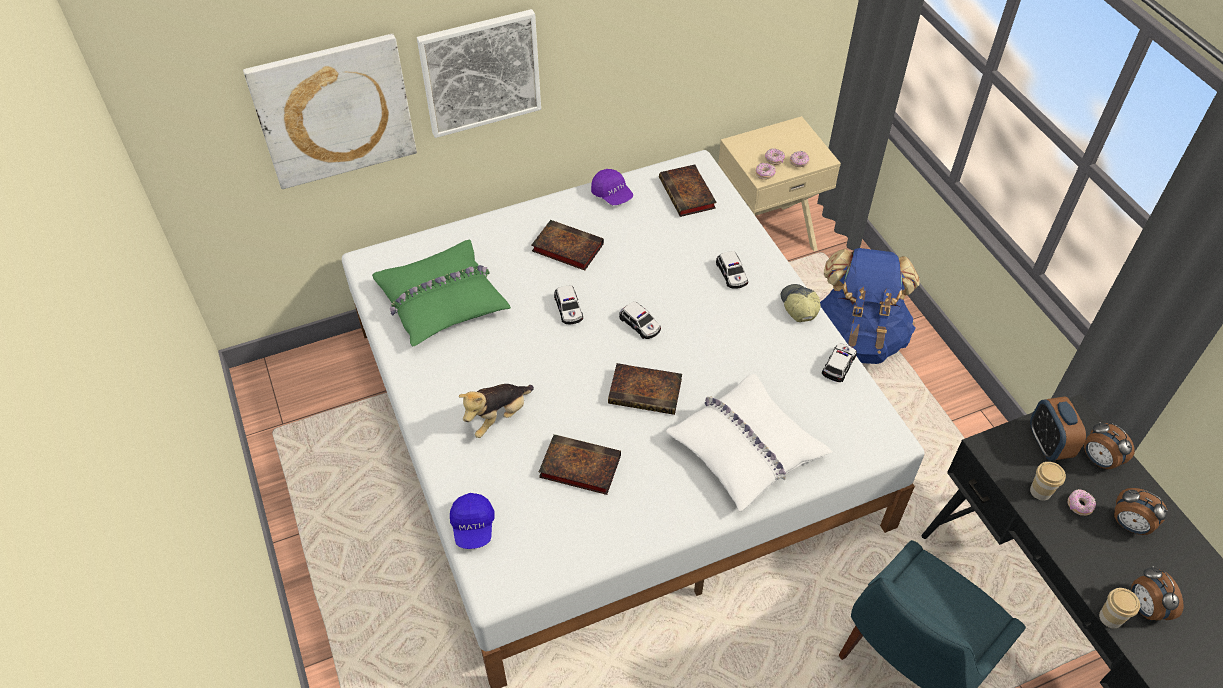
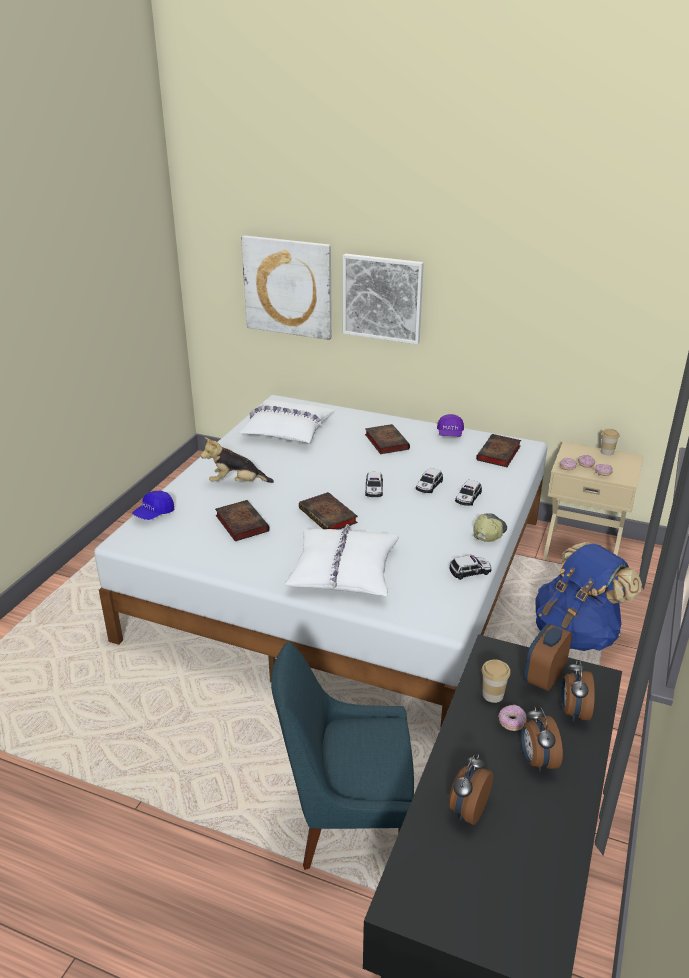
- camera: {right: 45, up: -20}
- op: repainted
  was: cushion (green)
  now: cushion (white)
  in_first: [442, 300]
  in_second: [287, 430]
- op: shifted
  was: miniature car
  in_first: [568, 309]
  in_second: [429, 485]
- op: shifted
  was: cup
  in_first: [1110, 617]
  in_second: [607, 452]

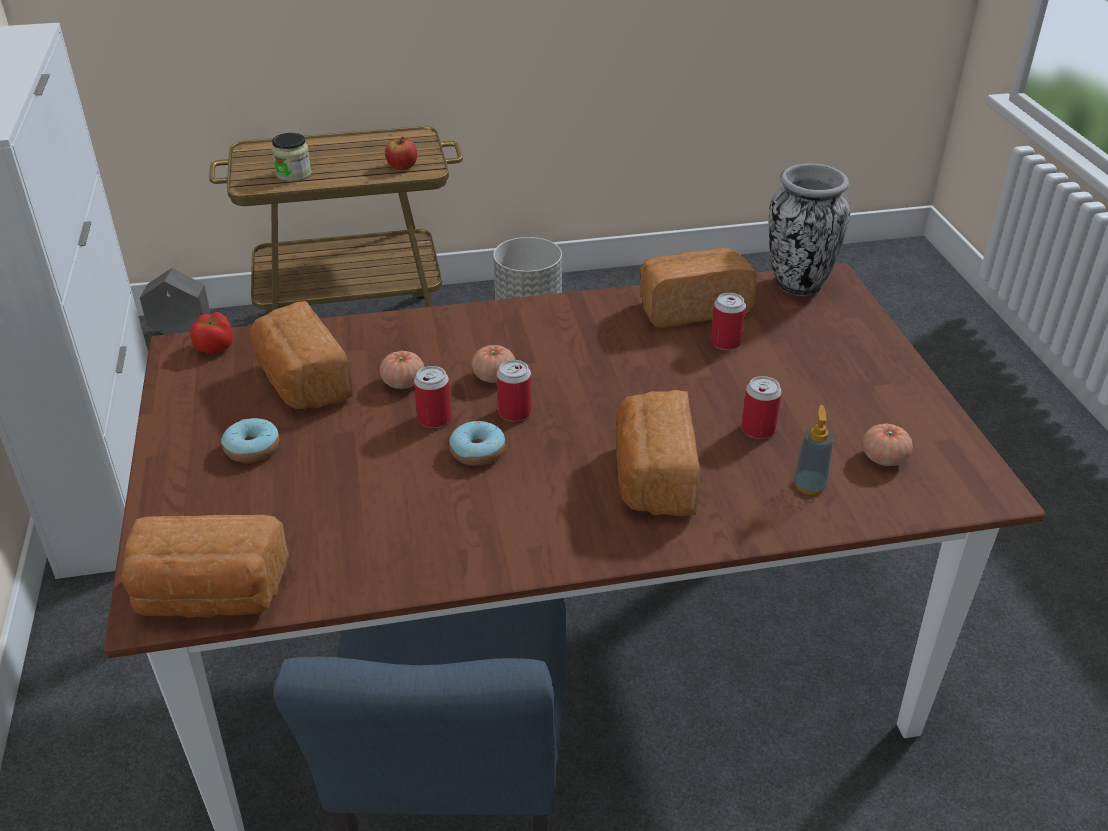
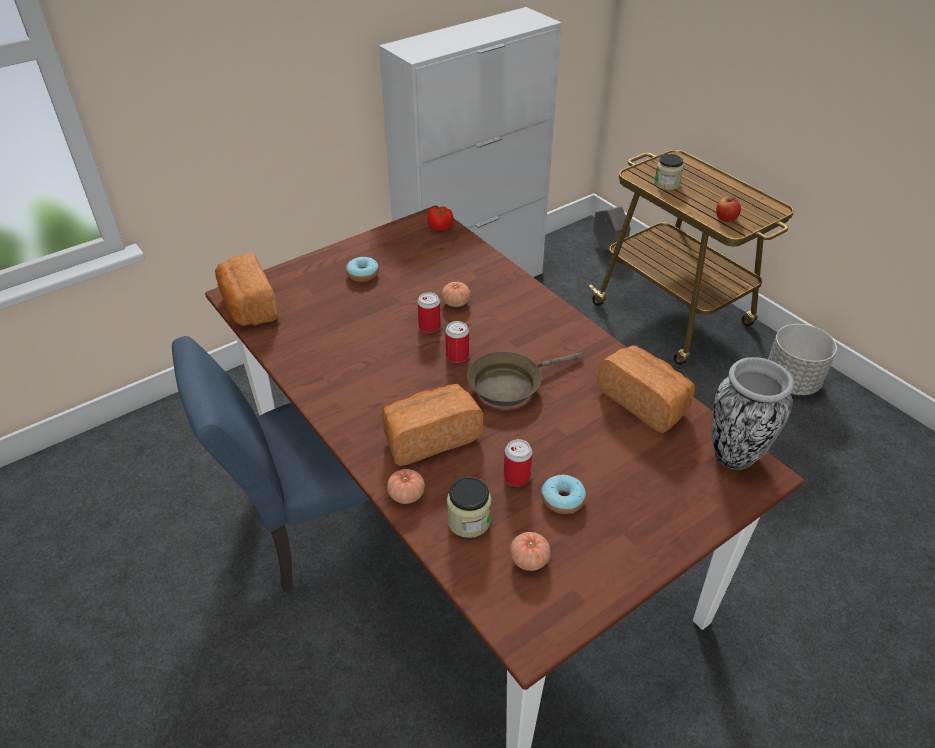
- camera: {right: 65, up: 5}
- op: gone
  was: bread
  in_first: [302, 382]
- op: shifted
  was: doughnut
  in_first: [477, 452]
  in_second: [562, 499]
- op: shifted
  was: tomato
  in_first: [494, 376]
  in_second: [406, 494]
- op: gone
  was: metal can
  in_first: [725, 342]
- op: swapped
  was: soap dispenser
  now: jar
  in_first: [809, 485]
  in_second: [469, 521]
- op: new
  now: pan (brown-coloured)
  in_second: [510, 384]

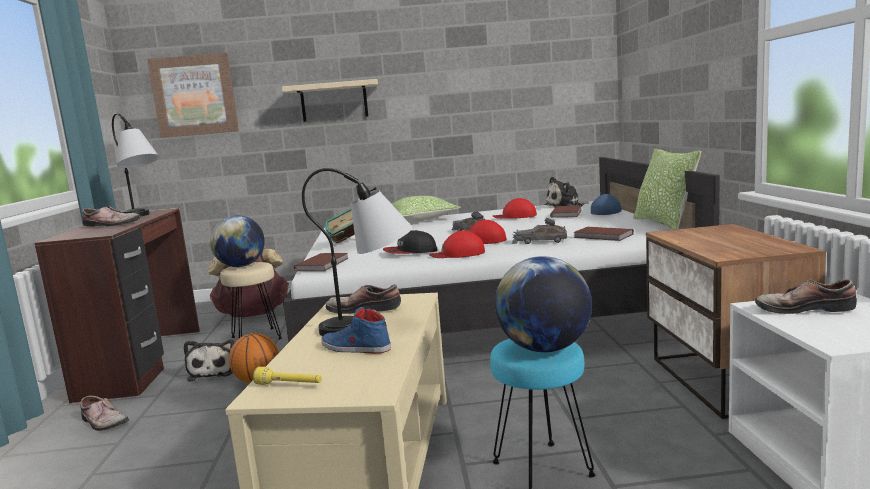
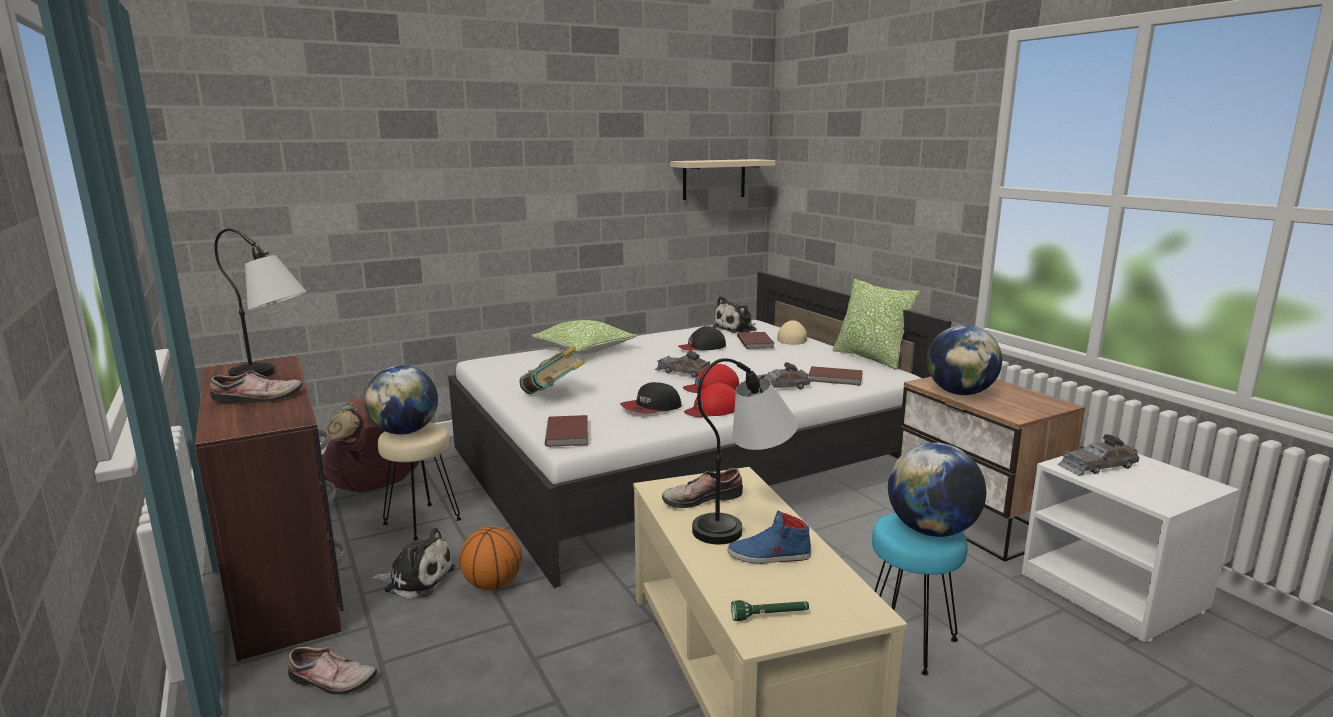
- camera: {right: -25, up: 5}
- op: gone
  was: picture
  in_first: [194, 95]
- op: rotated
  was: cuddly toy
  in_first: [215, 371]
  in_second: [416, 579]
  clockwise: -45
- op: repainted
  was: hand torch (yellowish)
  now: hand torch (green)
  in_first: [289, 385]
  in_second: [770, 616]
- op: shifted
  was: shelf (beige-coloured)
  in_first: [334, 101]
  in_second: [714, 179]
- op: repainted
  was: cap (red)
  now: cap (black-coloured)
  in_first: [515, 216]
  in_second: [702, 346]
- op: repainted
  was: cap (blue)
  now: cap (beige-coloured)
  in_first: [607, 211]
  in_second: [792, 338]
- op: swapped
  was: low shoe
  now: miniature car (greyish)
  in_first: [802, 308]
  in_second: [1097, 466]
- op: new
  now: desk globe
  in_second: [960, 393]

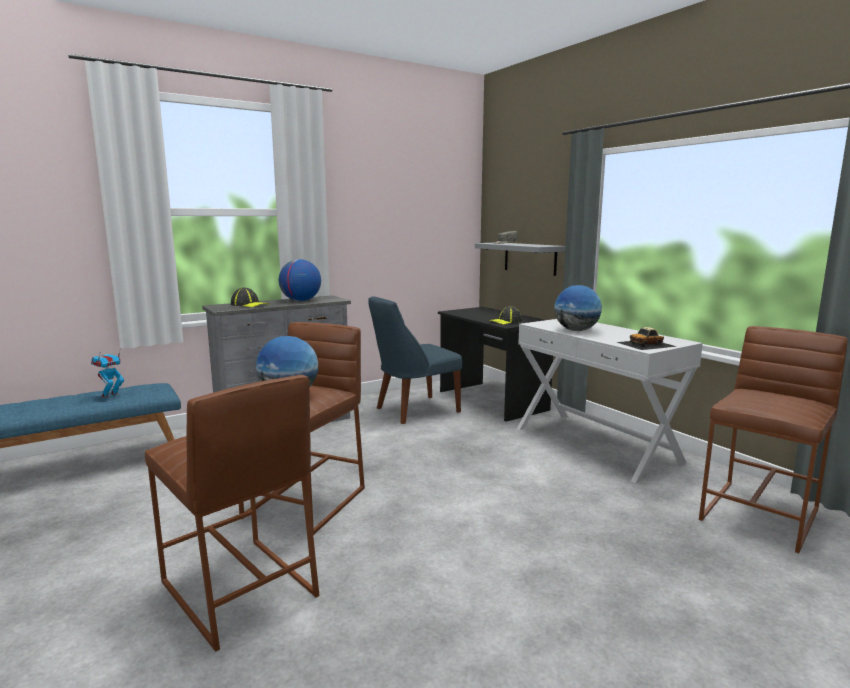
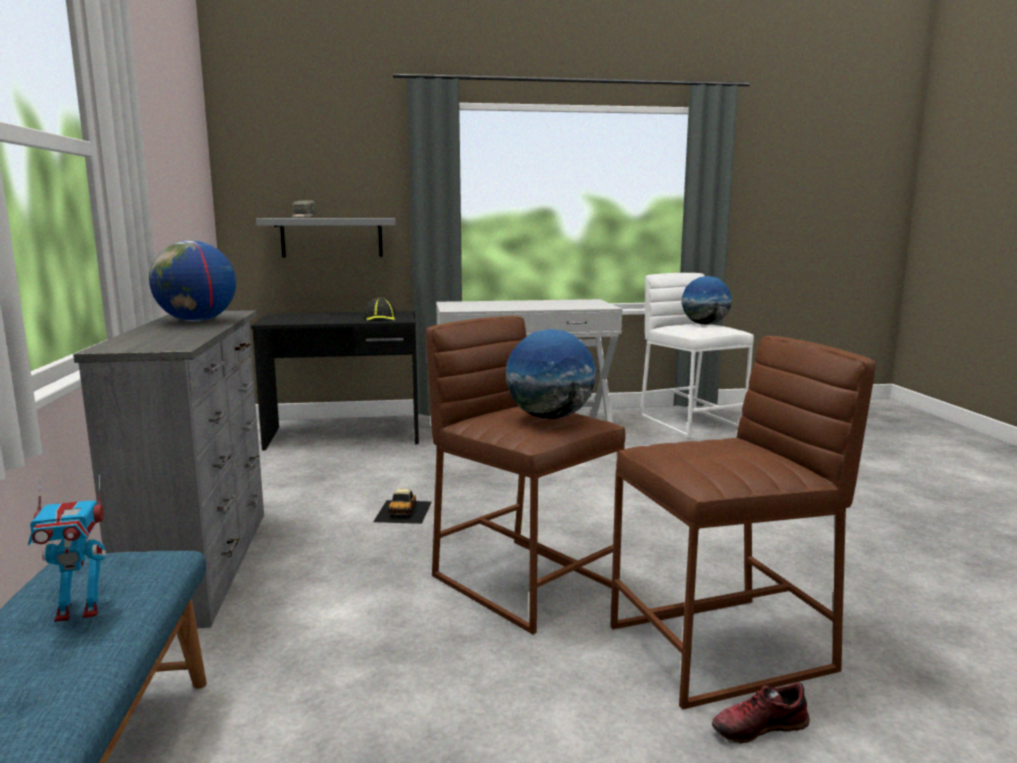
- camera: {right: -65, up: 0}
- op: rotated
  was: model robot
  in_first: [110, 395]
  in_second: [79, 611]
  clockwise: -75
- op: gone
  was: cap
  in_first: [249, 305]
- op: gone
  was: chair (blue)
  in_first: [414, 410]
- op: shifted
  was: desk globe
  in_first: [576, 330]
  in_second: [705, 324]
- op: shifted
  was: miniature car
  in_first: [646, 344]
  in_second: [403, 511]
- op: repainted
  was: stool seat (brown-coloured)
  now: stool seat (white)
  in_first: [761, 514]
  in_second: [691, 422]
- op: new
  now: low shoe
  in_second: [758, 727]

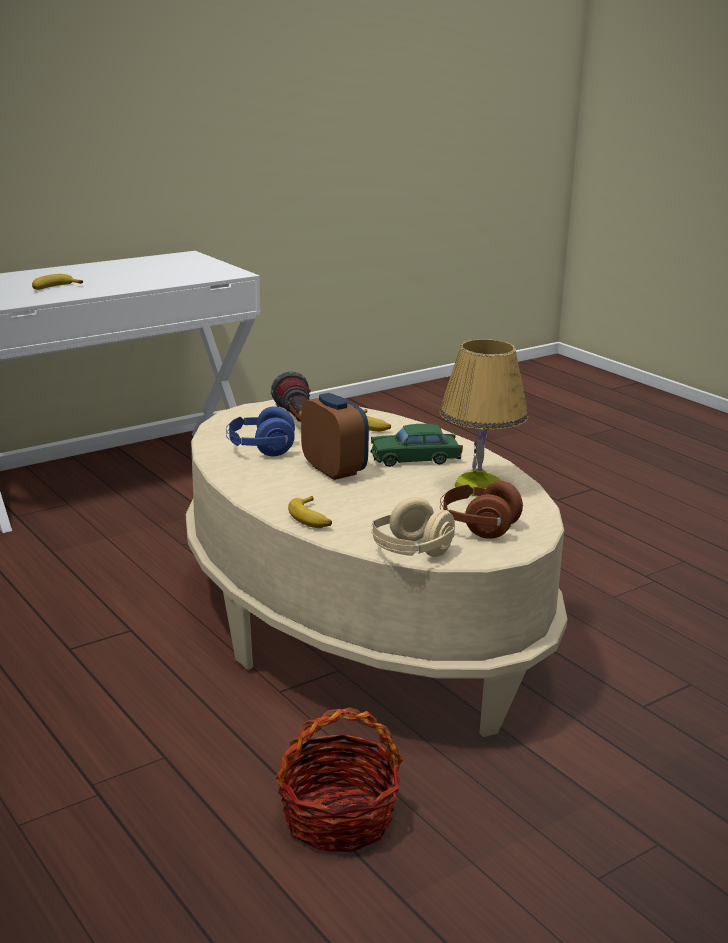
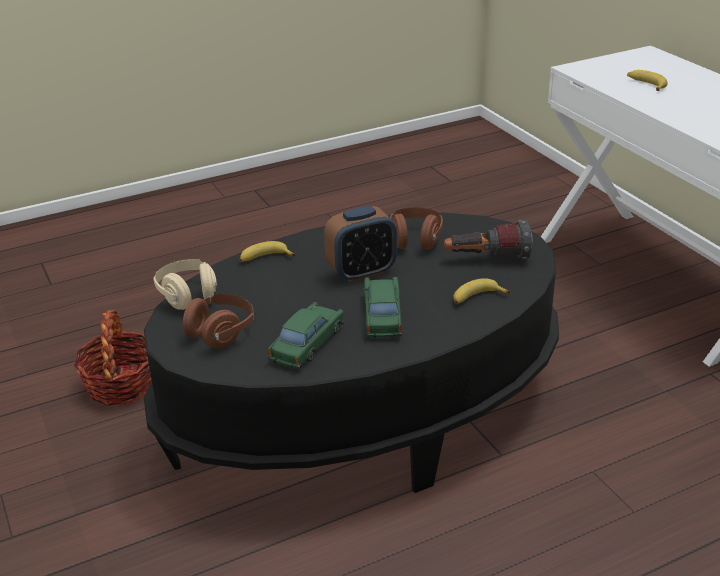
- camera: {right: 100, up: 10}
- op: repainted
  was: lounge table (beige-coloured)
  now: lounge table (black-coloured)
  in_first: [360, 626]
  in_second: [363, 413]
- op: repainted
  was: headphones (blue)
  now: headphones (brown-coloured)
  in_first: [260, 449]
  in_second: [415, 240]
- op: swapped
  was: tabletop lamp
  now: miniature car (green)
  in_first: [478, 486]
  in_second: [307, 344]

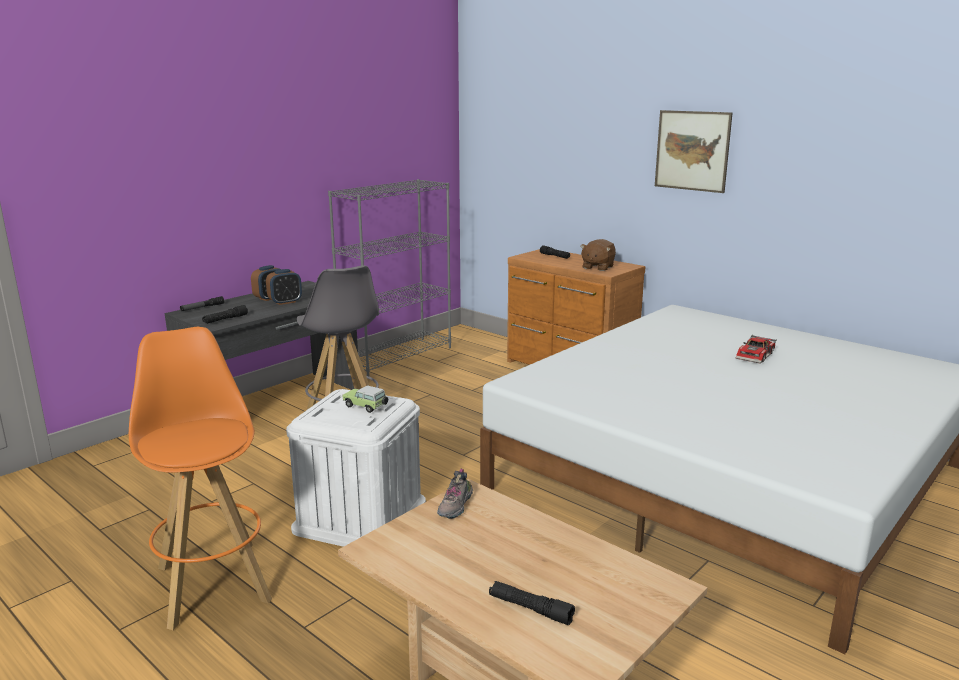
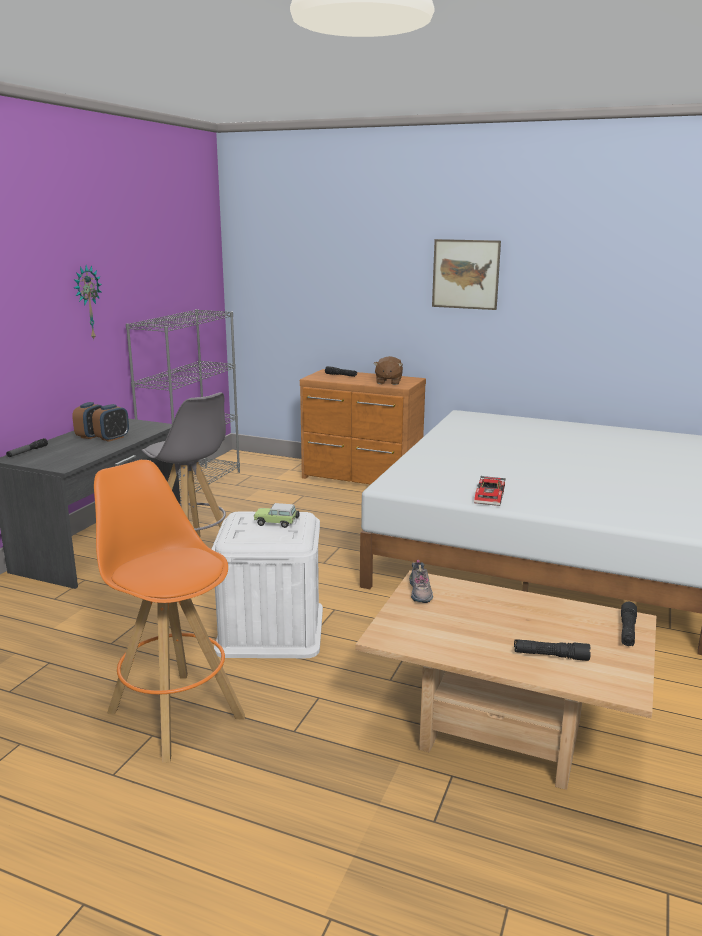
- camera: {right: -20, up: 0}
- op: shifted
  was: hand torch (black-coloured)
  in_first: [225, 319]
  in_second: [627, 631]
- op: shifted
  was: miniature car
  in_first: [756, 356]
  in_second: [491, 497]
- op: new
  now: wall clock
  in_second: [87, 302]

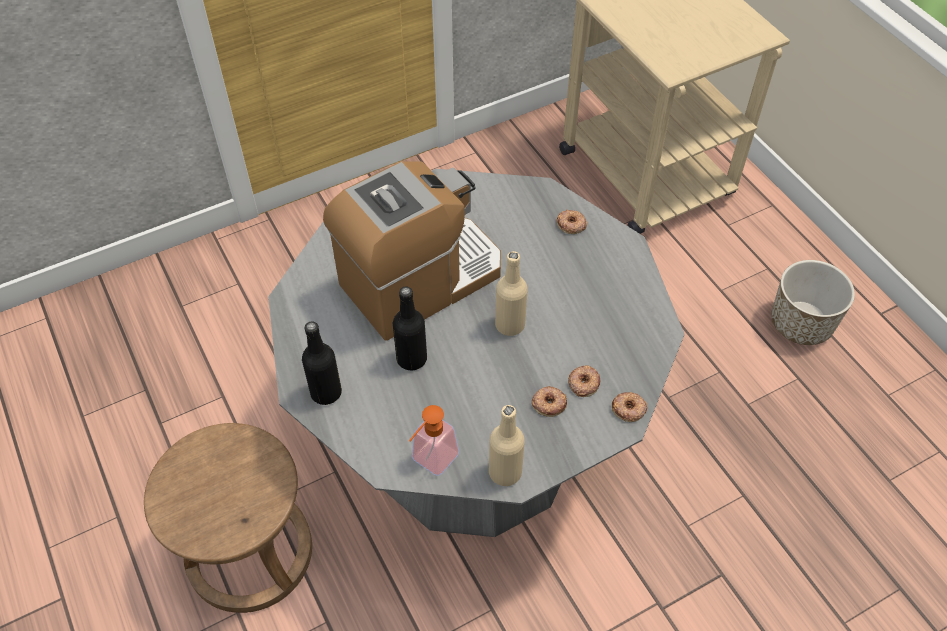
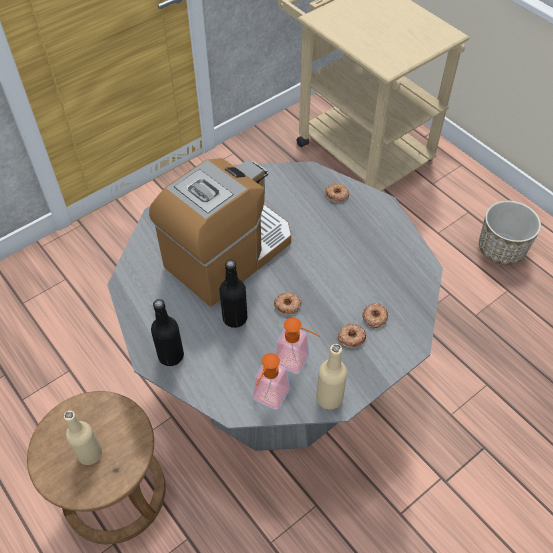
- camera: {right: -10, up: 0}
- op: shifted
  was: bottle (beige-coloured)
  in_first: [510, 325]
  in_second: [90, 454]
- op: shifted
  was: doughnut
  in_first: [628, 409]
  in_second: [287, 305]
- op: new
  now: soap dispenser
  in_second: [297, 362]

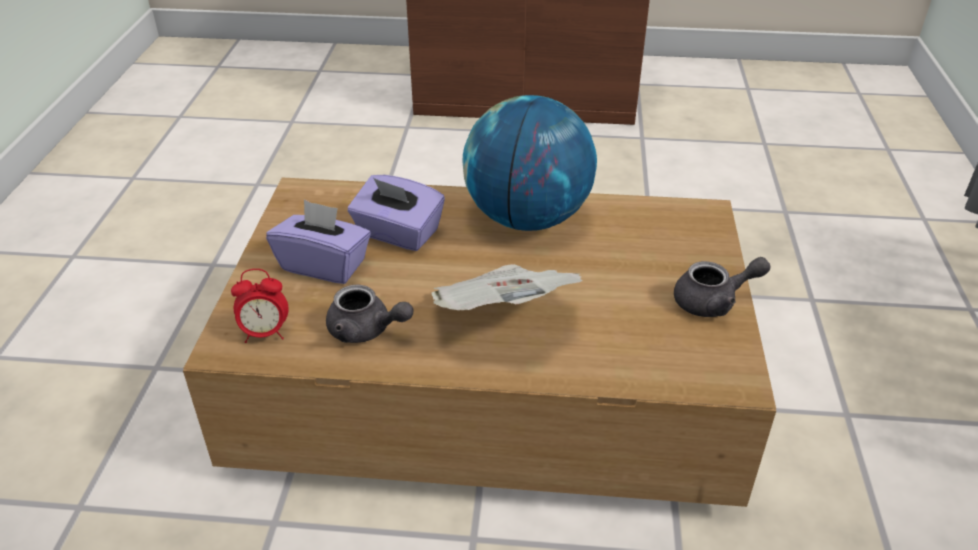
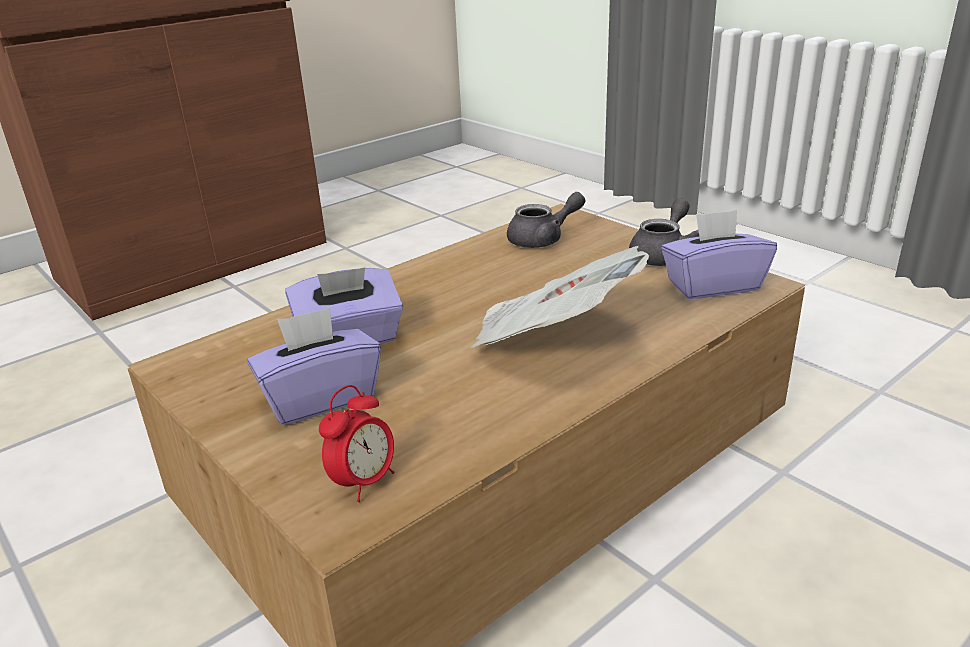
- camera: {right: -45, up: -10}
- op: shifted
  was: tea pot (greyish)
  in_first: [366, 330]
  in_second: [543, 240]
- op: gone
  was: desk globe
  in_first: [527, 218]
- op: new
  now: tissue box (purplish)
  in_second: [713, 285]

